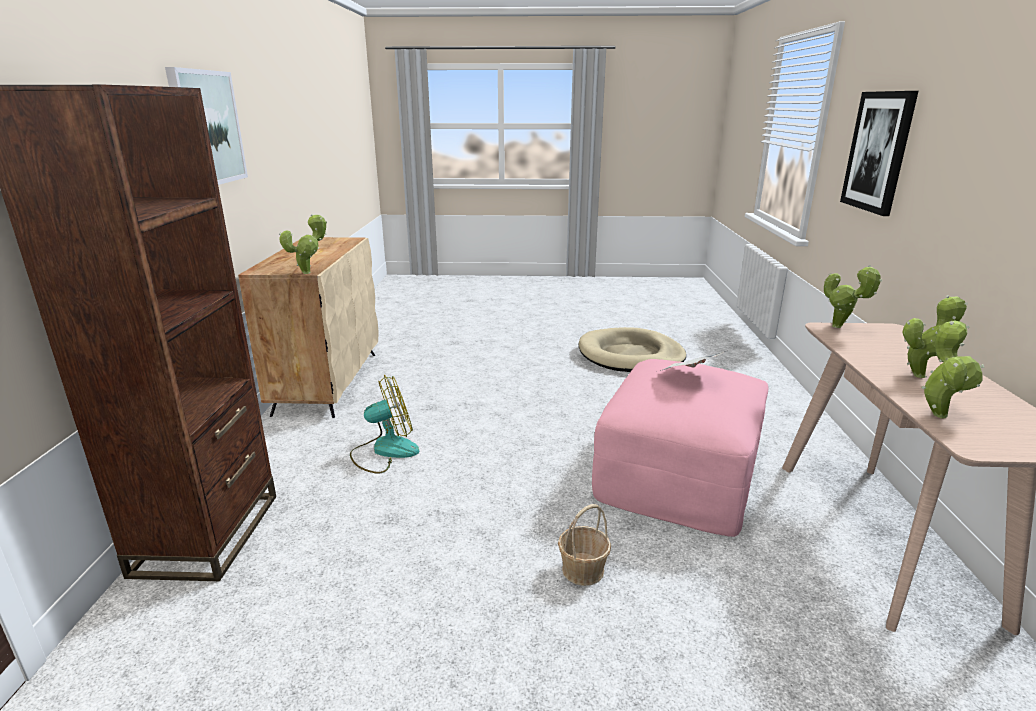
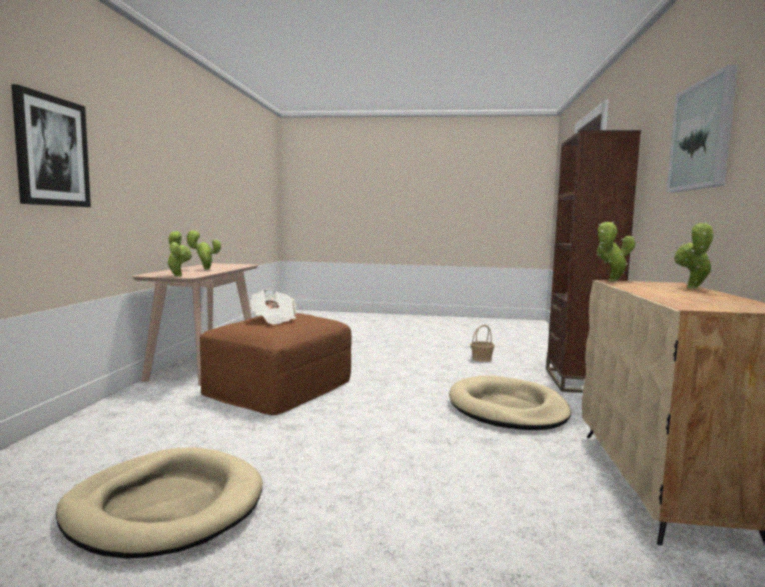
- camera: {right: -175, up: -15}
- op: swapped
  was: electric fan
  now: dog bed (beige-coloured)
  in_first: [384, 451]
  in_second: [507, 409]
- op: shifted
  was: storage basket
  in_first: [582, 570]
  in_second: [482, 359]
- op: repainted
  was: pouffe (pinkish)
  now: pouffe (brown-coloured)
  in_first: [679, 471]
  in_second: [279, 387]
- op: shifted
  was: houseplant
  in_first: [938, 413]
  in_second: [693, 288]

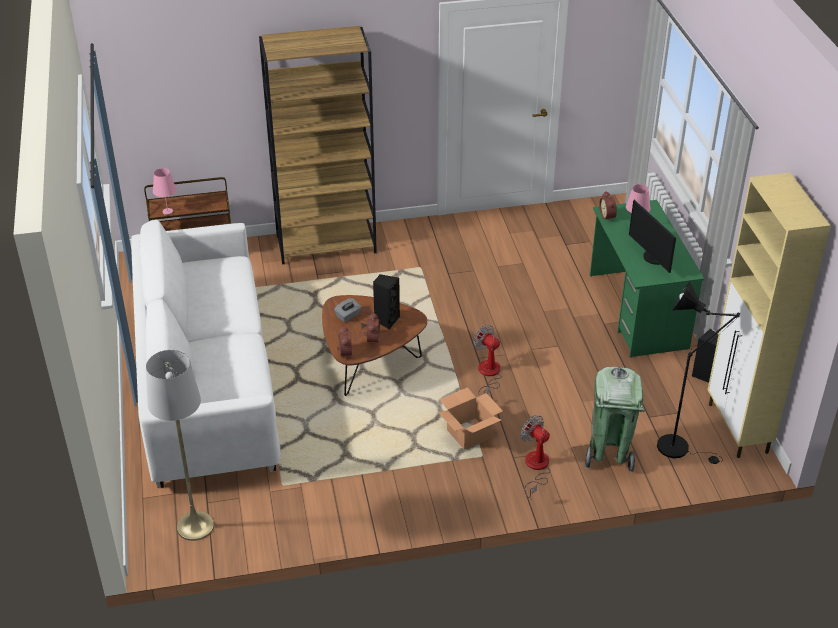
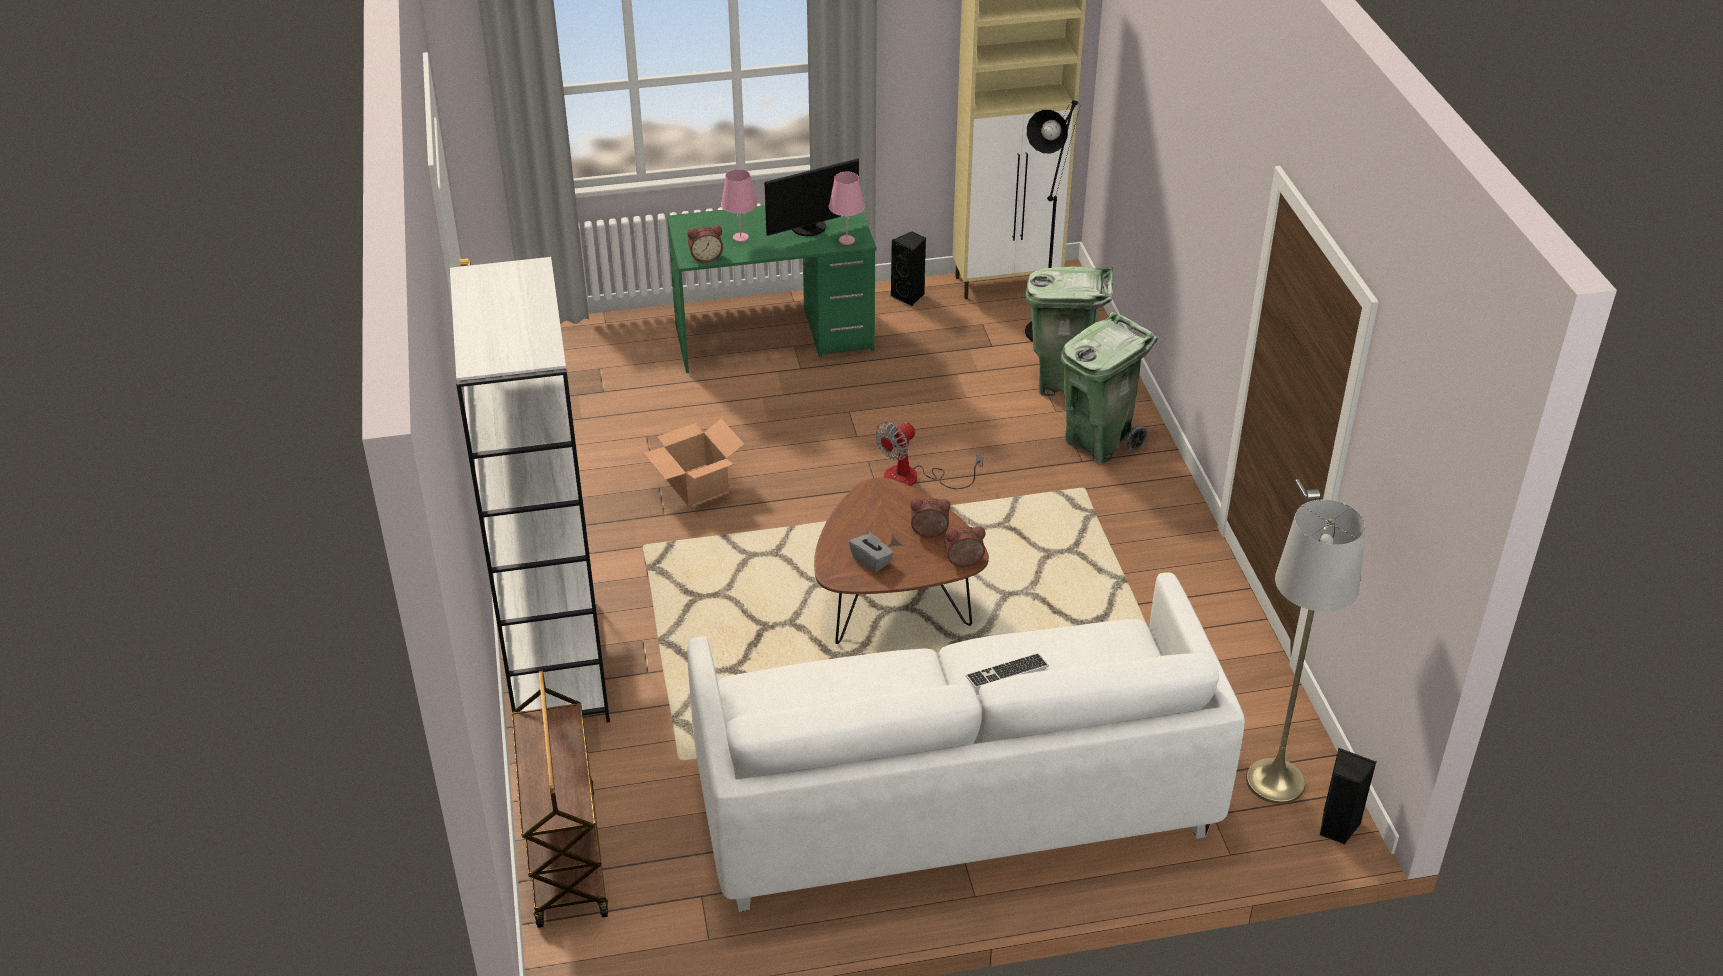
- camera: {right: -90, up: 0}
- op: shifted
  was: tabletop lamp (pinkish)
  in_first: [167, 211]
  in_second: [847, 240]
- op: repainted
  was: shelving unit (brown-coloured)
  now: shelving unit (white)
  in_first: [326, 244]
  in_second: [555, 663]
- op: shifted
  was: loudspeaker (black-coloured)
  in_first: [386, 320]
  in_second: [1337, 827]
- op: shifted
  was: packing box
  in_first: [469, 434]
  in_second: [698, 485]
- op: swapped
  was: electric fan
  now: trash can (green)
  in_first: [536, 468]
  in_second: [1098, 442]
- op: new
  now: keyboard
  in_second: [1007, 672]

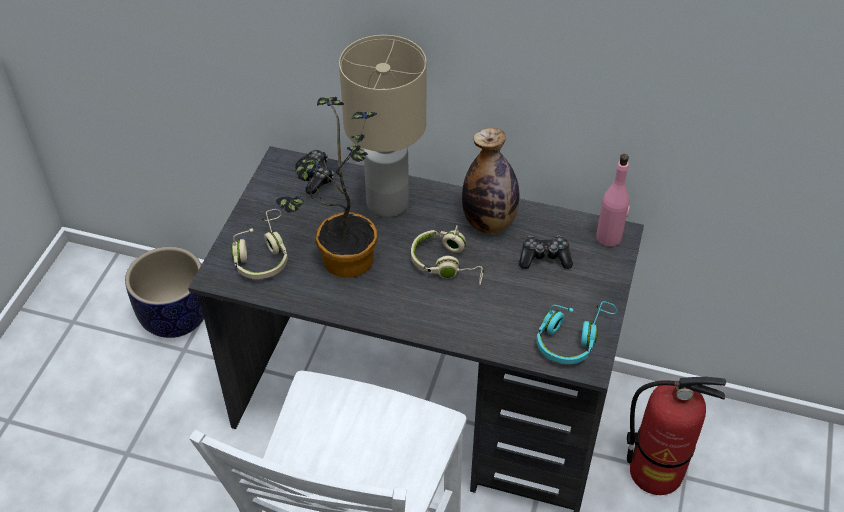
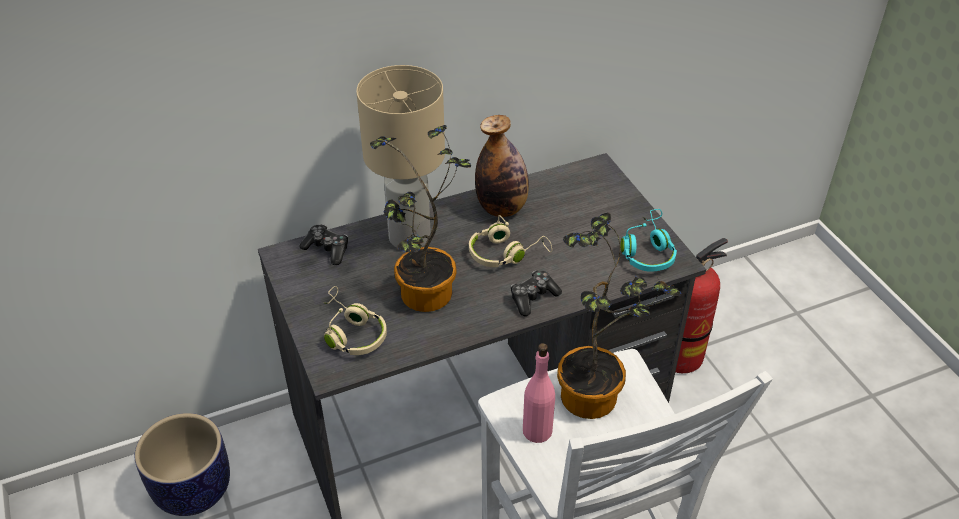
- camera: {right: -40, up: -5}
- op: shifted
  was: game controller
  in_first: [544, 258]
  in_second: [533, 298]
- op: shifted
  was: bottle (pinkish)
  in_first: [609, 237]
  in_second: [537, 431]
- op: new
  now: houseplant
  in_second: [597, 396]

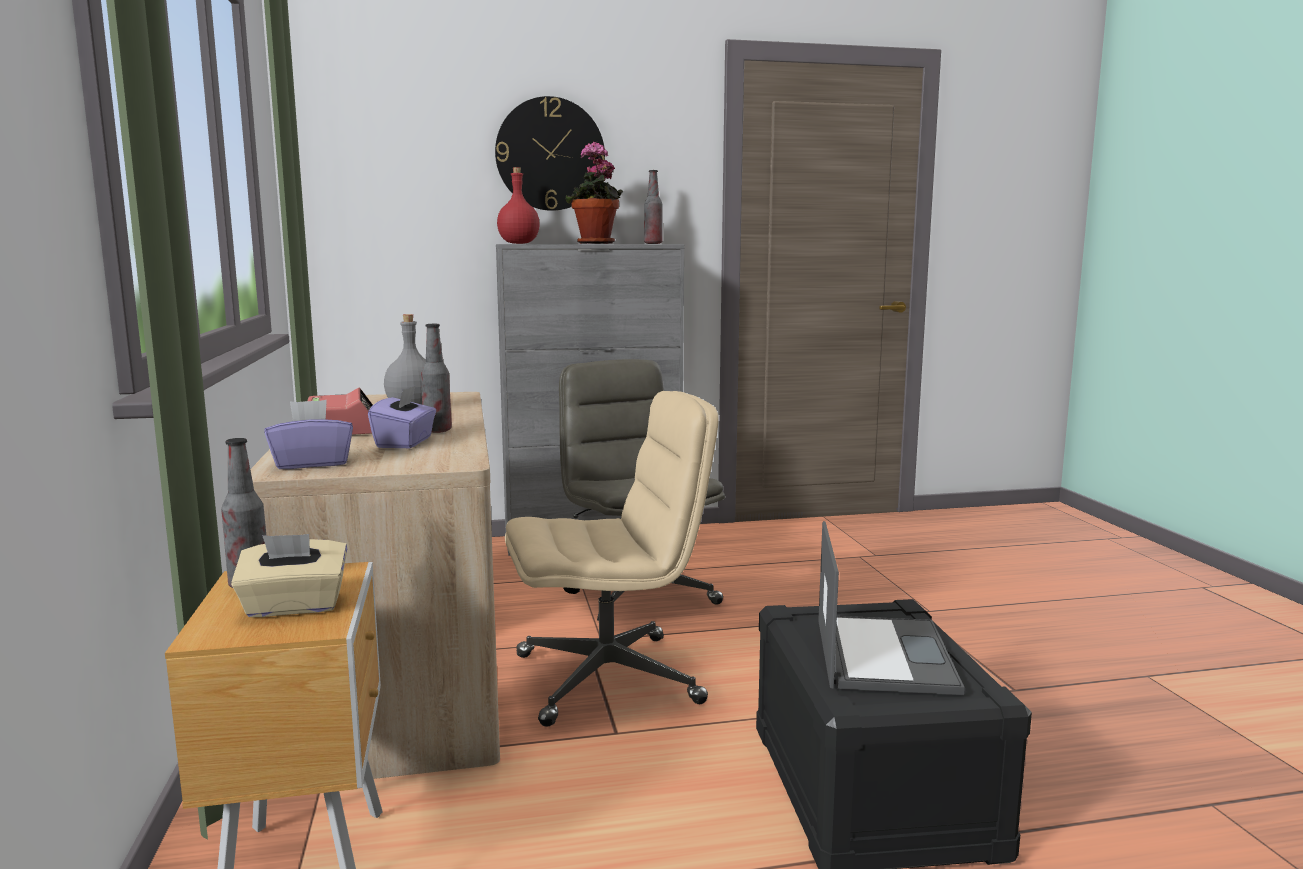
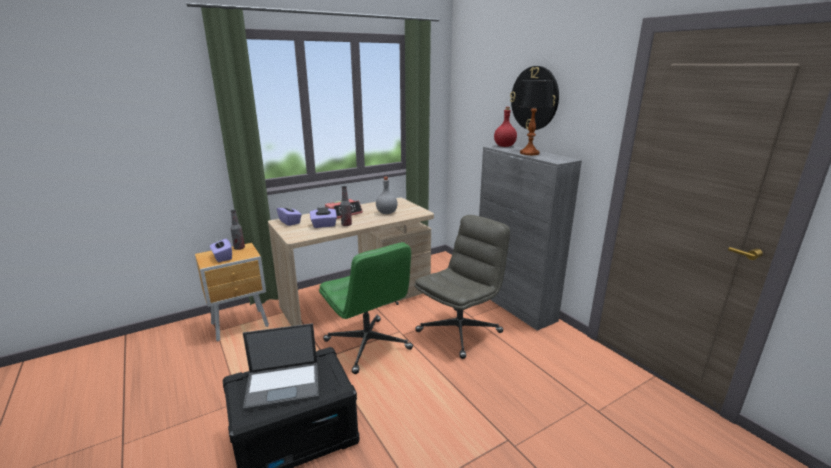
- camera: {right: 70, up: 10}
- op: repainted
  was: tissue box (beige-coloured)
  now: tissue box (purplish)
  in_first: [294, 607]
  in_second: [222, 257]
- op: repainted
  was: office chair (beige-coloured)
  now: office chair (green)
  in_first: [609, 678]
  in_second: [368, 345]
- op: swapped
  was: houseplant
  now: tabletop lamp
  in_first: [596, 243]
  in_second: [529, 153]
- op: gone
  was: bottle
  in_first: [653, 243]

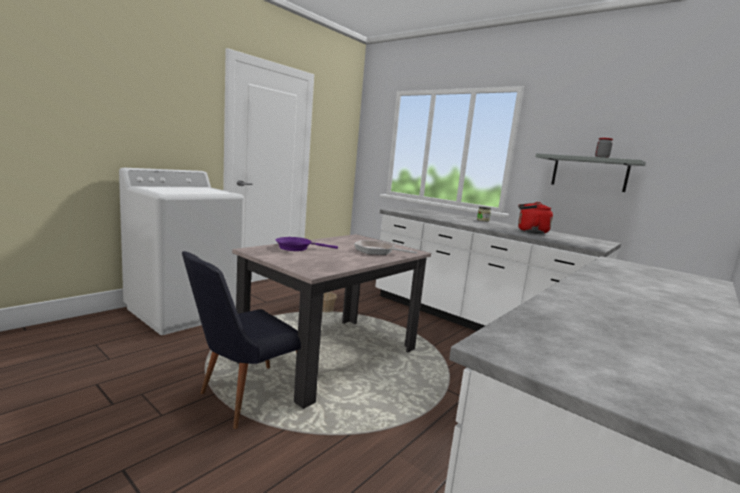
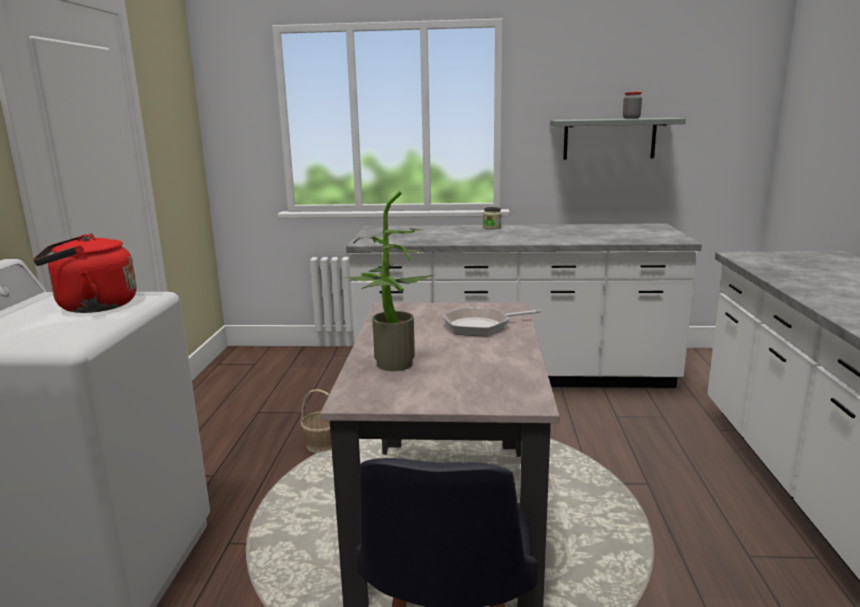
- camera: {right: -35, up: 5}
- op: swapped
  was: pan (purplish)
  now: houseplant
  in_first: [297, 248]
  in_second: [390, 366]
- op: shifted
  was: water kettle (red)
  in_first: [530, 231]
  in_second: [92, 307]

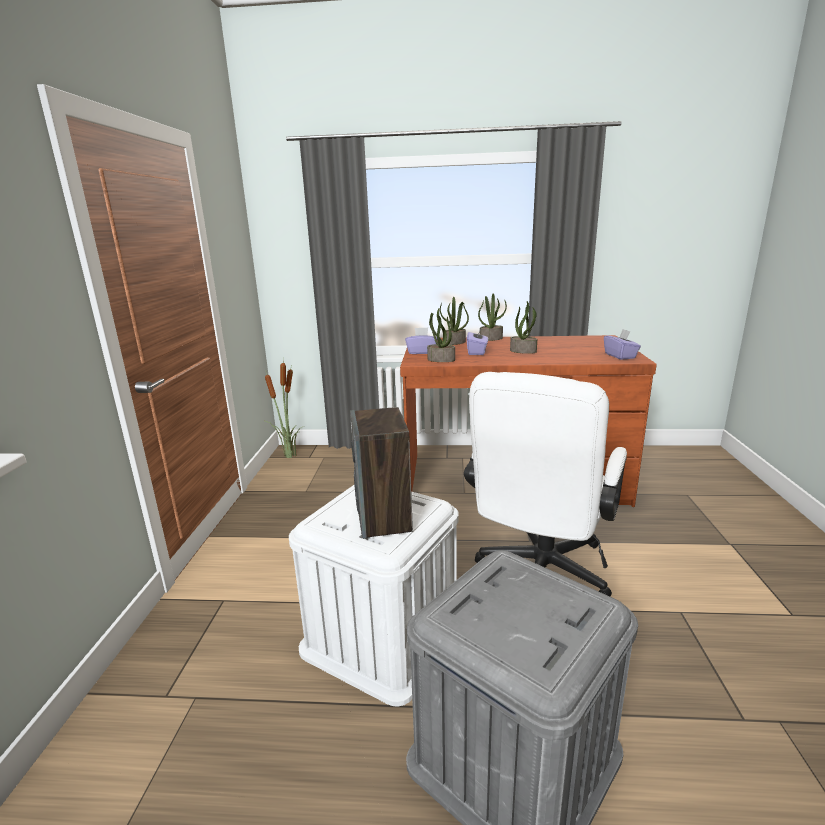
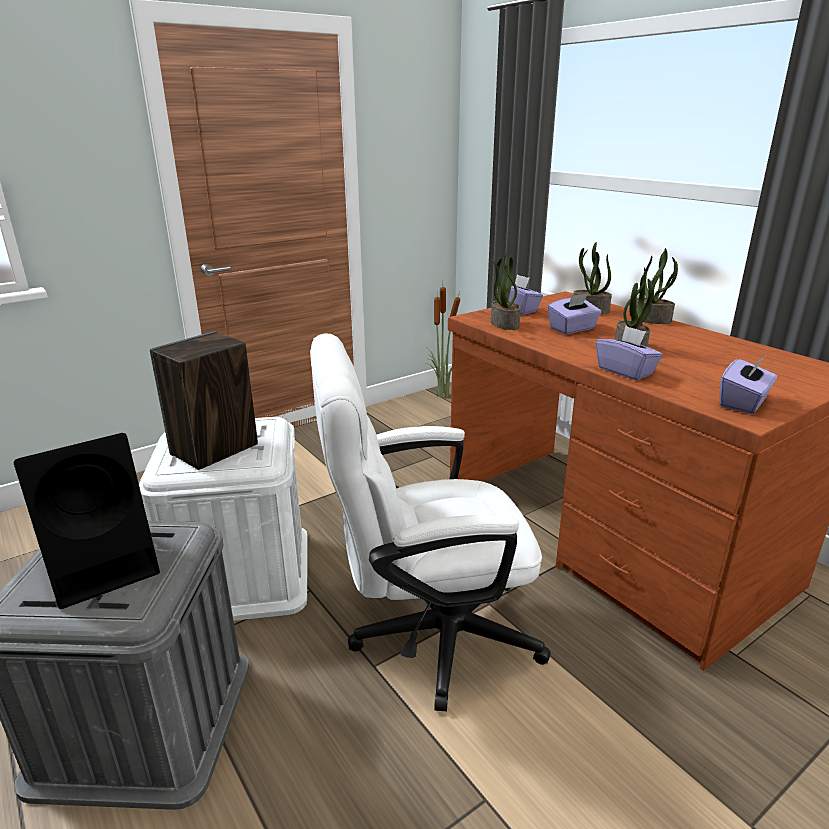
- camera: {right: 50, up: 5}
- op: new
  now: loudspeaker (black-coloured)
  in_second: [105, 565]
- op: new
  now: tissue box (purplish)
  in_second: [625, 371]

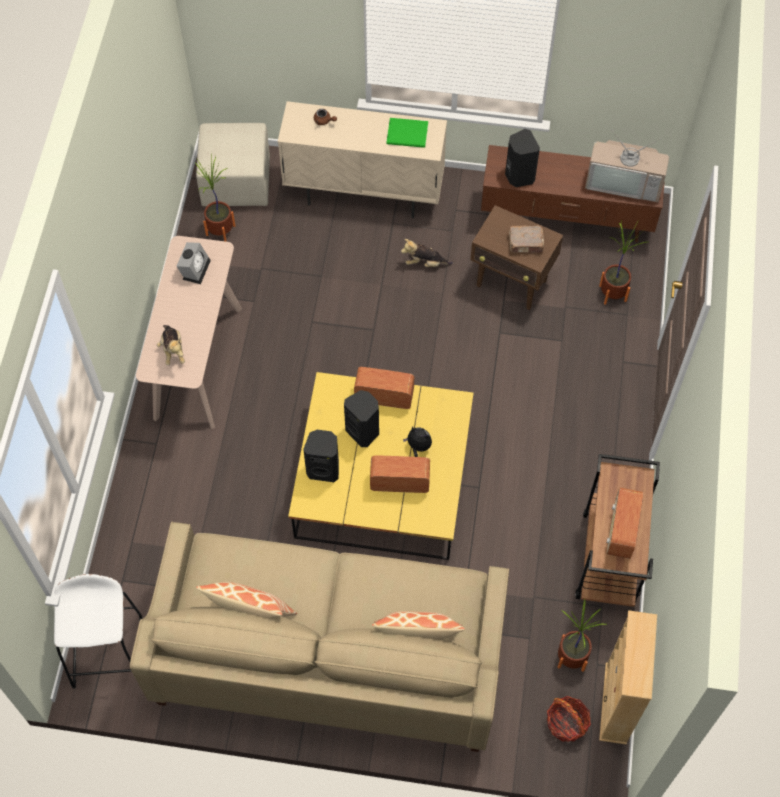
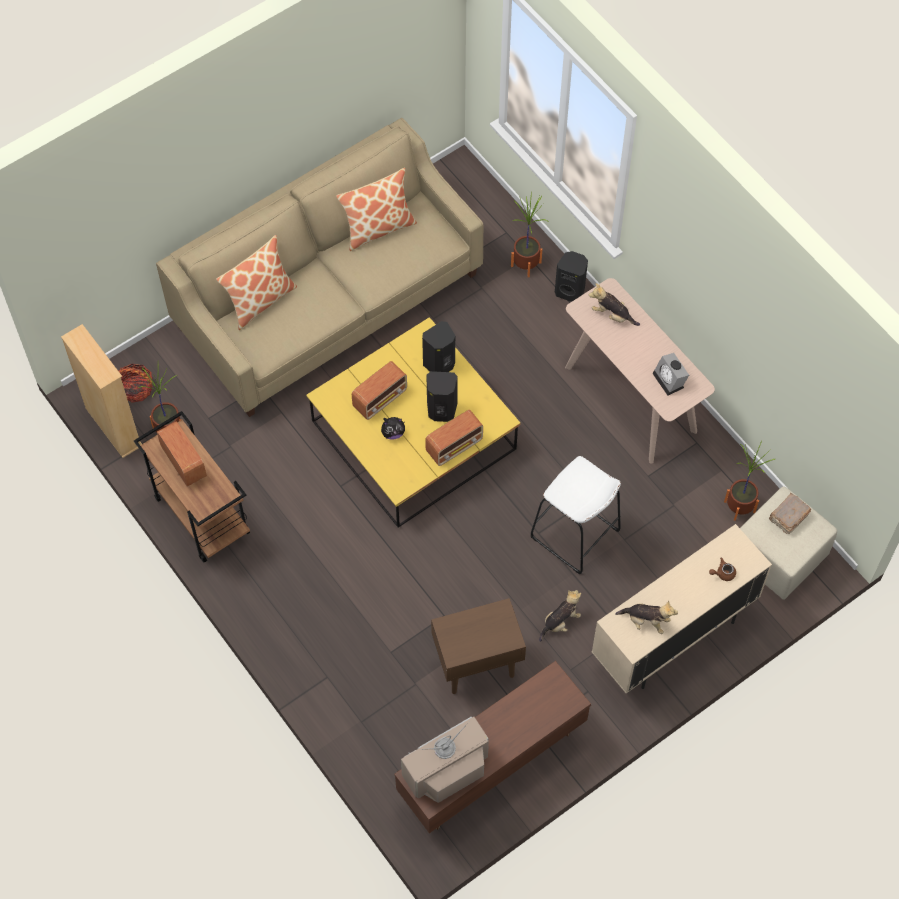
- camera: {right: 135, up: 0}
- op: shifted
  was: stool seat (white)
  in_first: [108, 652]
  in_second: [575, 534]
- op: swapped
  was: book (green)
  now: cuddly toy
  in_first: [408, 135]
  in_second: [646, 621]
- op: shifted
  was: loudspeaker (black-coloured)
  in_first: [518, 176]
  in_second: [570, 291]
- op: shifted
  was: book (brown-coloured)
  in_first: [526, 243]
  in_second: [788, 517]
- op: shifted
  was: houseplant
  in_first: [613, 293]
  in_second: [526, 264]

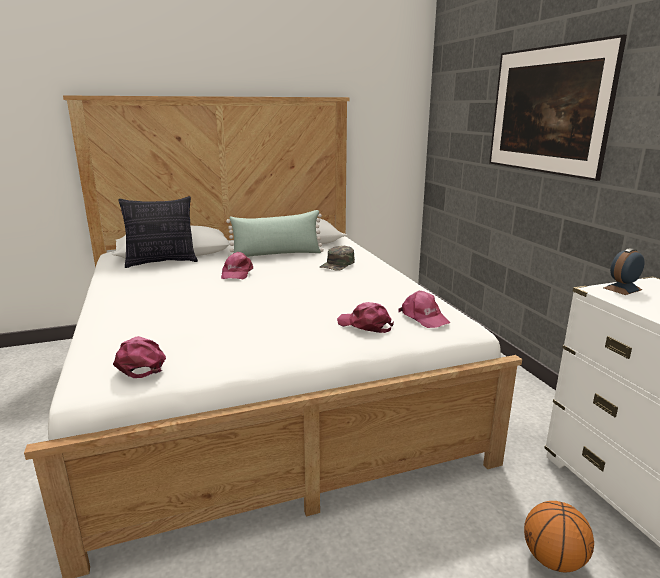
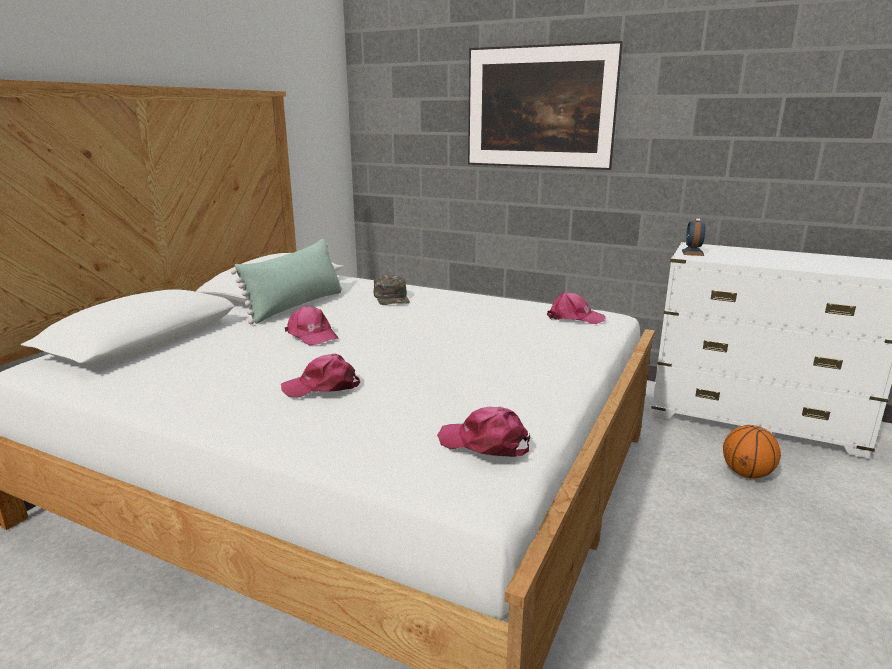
- camera: {right: -45, up: 0}
- op: gone
  was: cushion
  in_first: [162, 262]
- op: shifted
  was: cap (pinkish)
  in_first: [365, 325]
  in_second: [322, 386]

